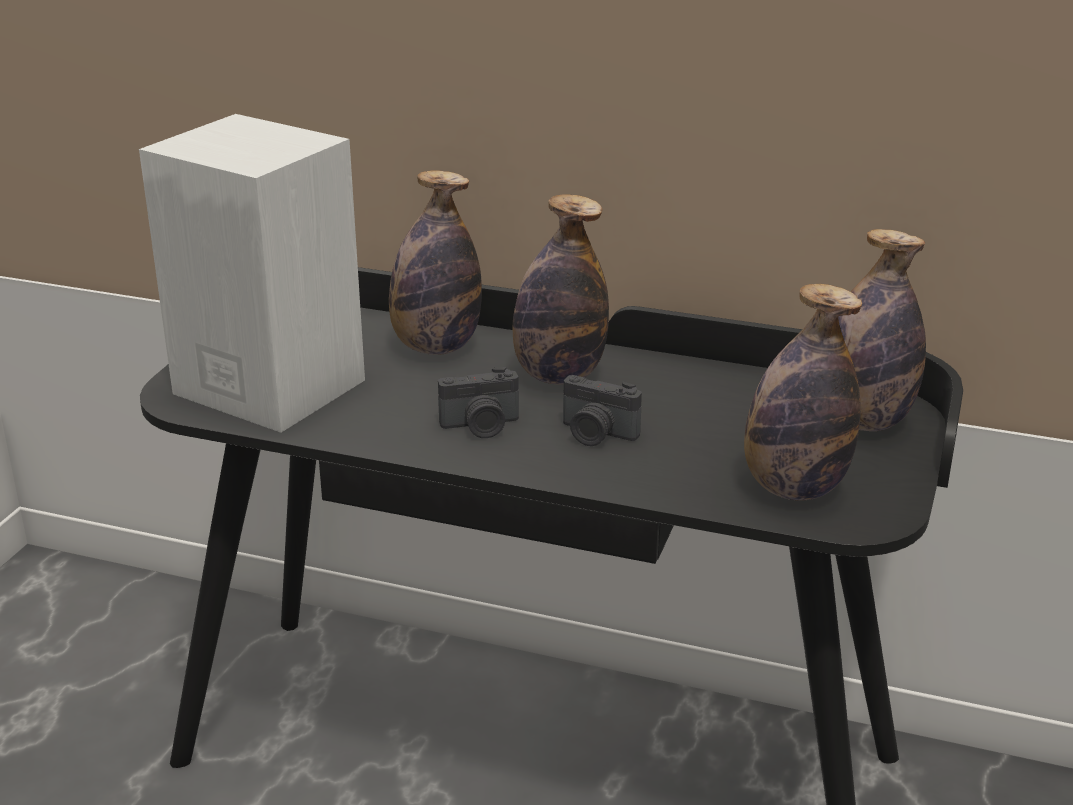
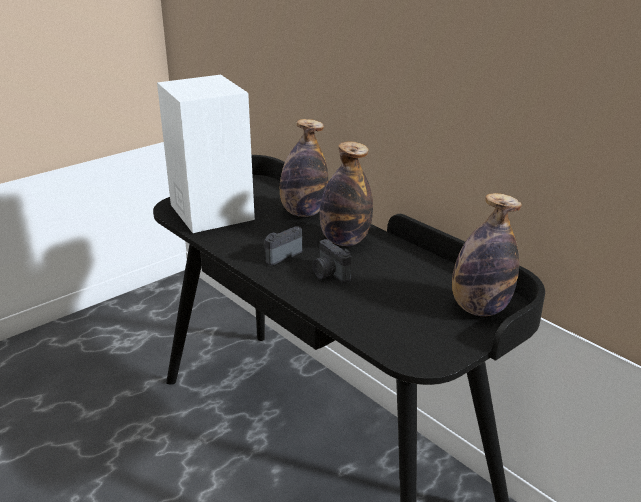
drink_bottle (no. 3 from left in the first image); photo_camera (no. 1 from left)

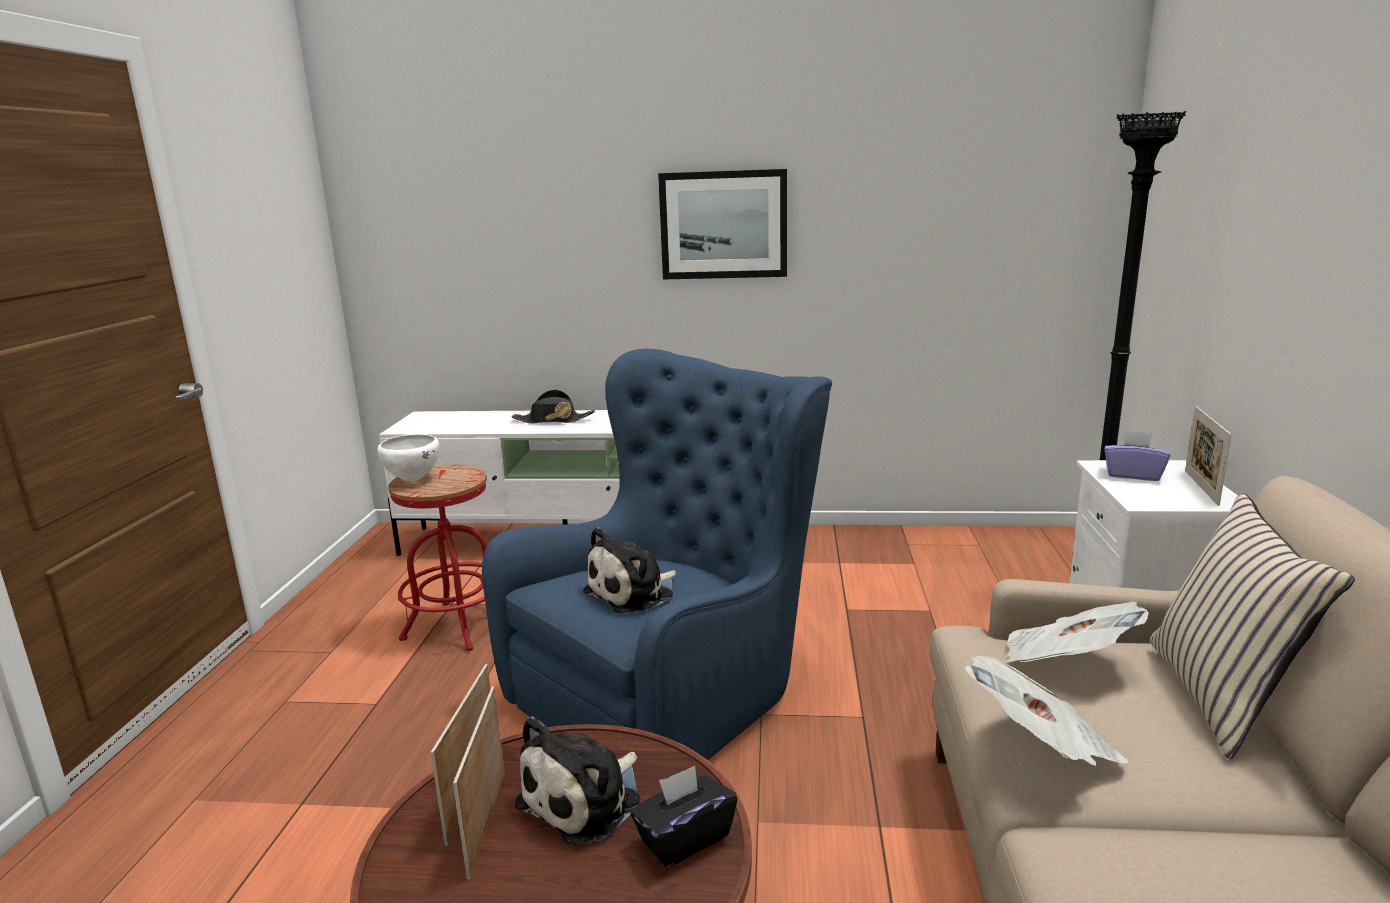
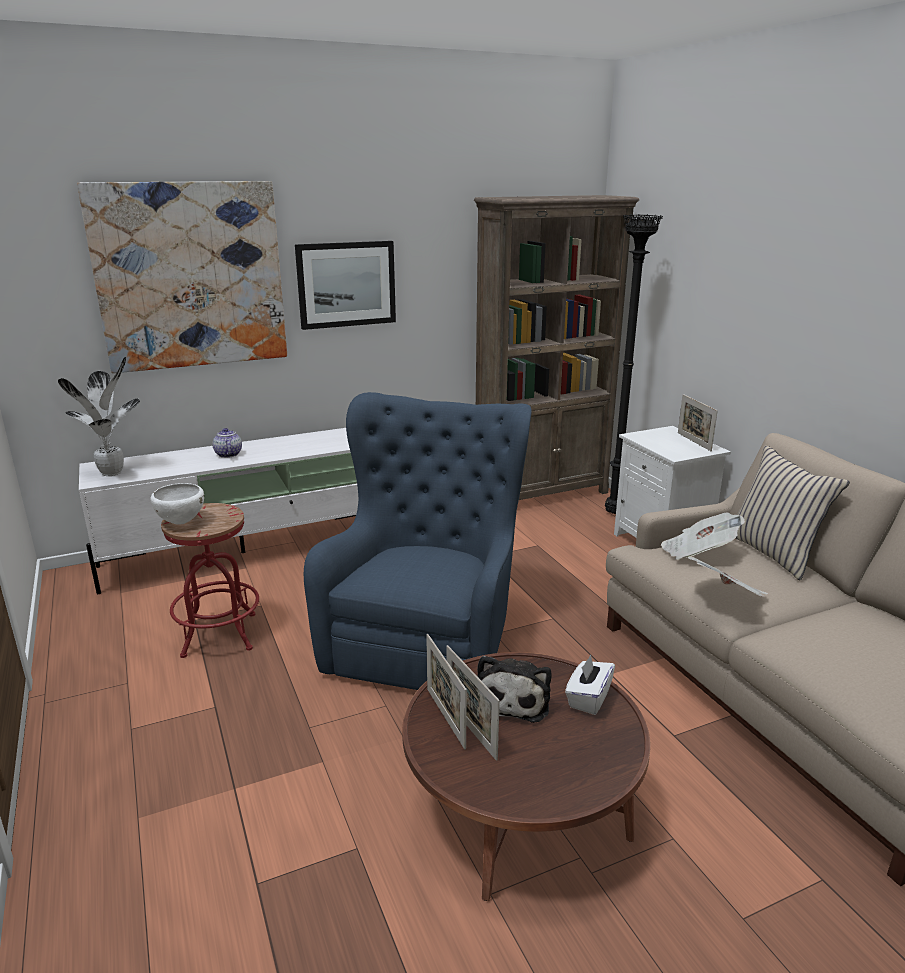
tea_pot; purple_tissue_holder; cuddly_toy (no. 2 from left in the first image); whitish_tissue_holder; picture (no. 1 from left); brown_bookshelf; plant_in_a_pot

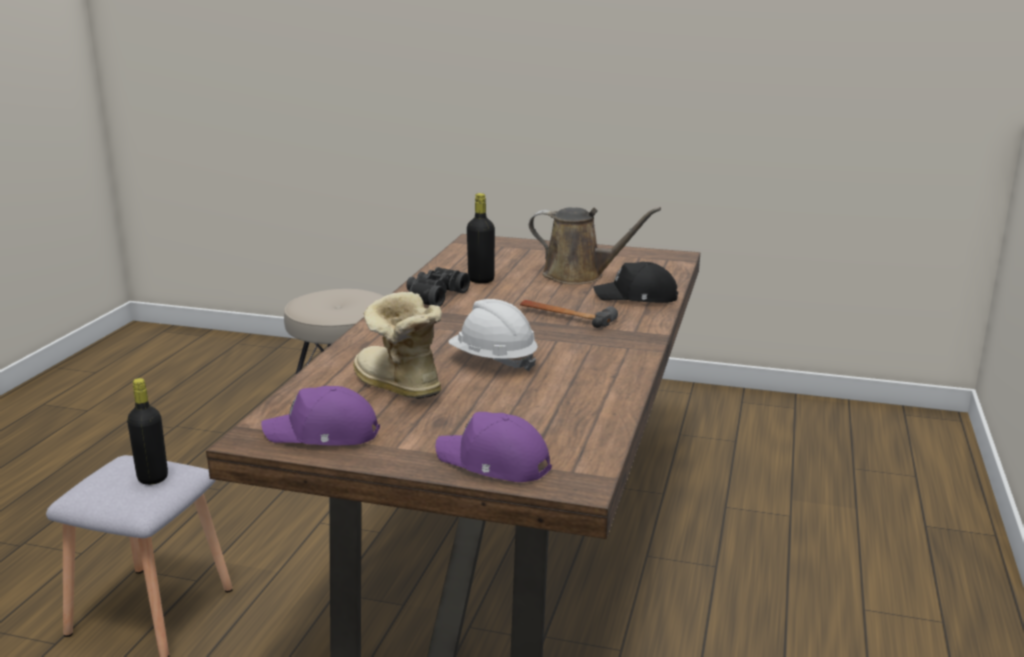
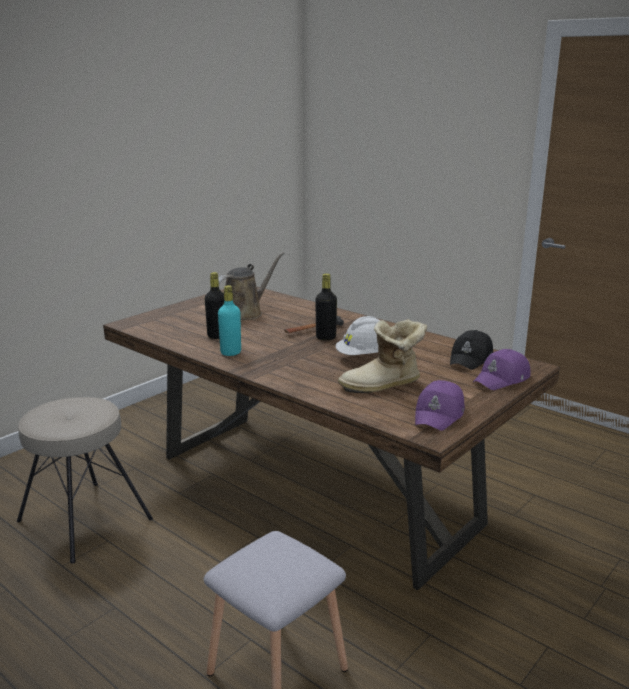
blackish_cap; blue-green_drink_bottle; blackish_drink_bottle (no. 2 from left)

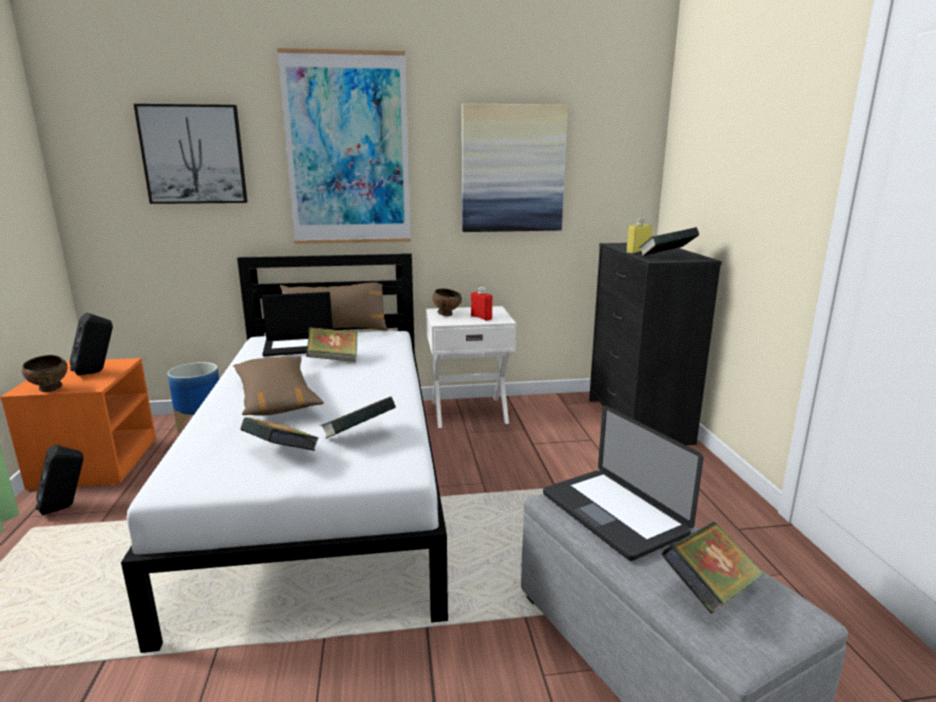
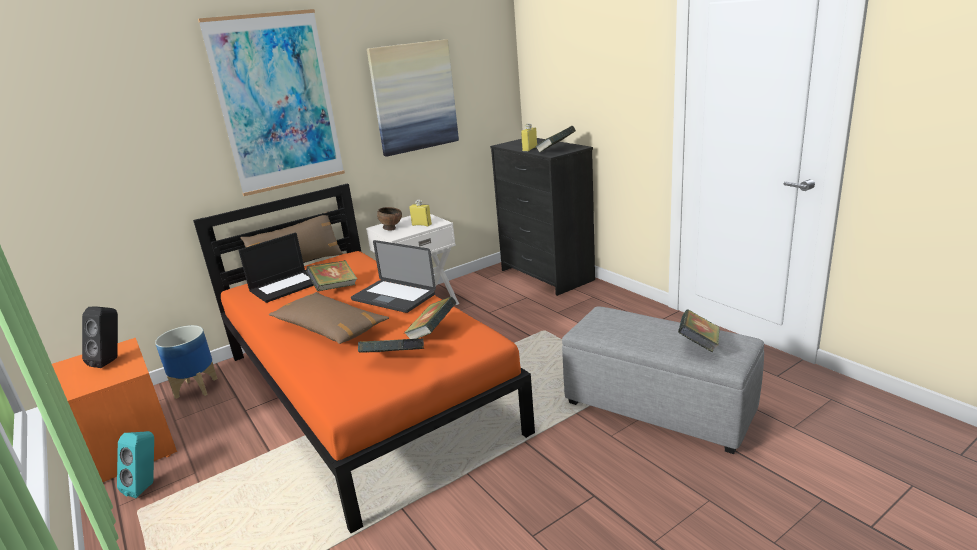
picture (no. 1 from left in the first image); orange_bedroom_bed; yellowish_drink_bottle (no. 1 from left); brown_deep_dish (no. 1 from left in the first image); notebook_computer (no. 2 from left); blue-green_loudspeaker

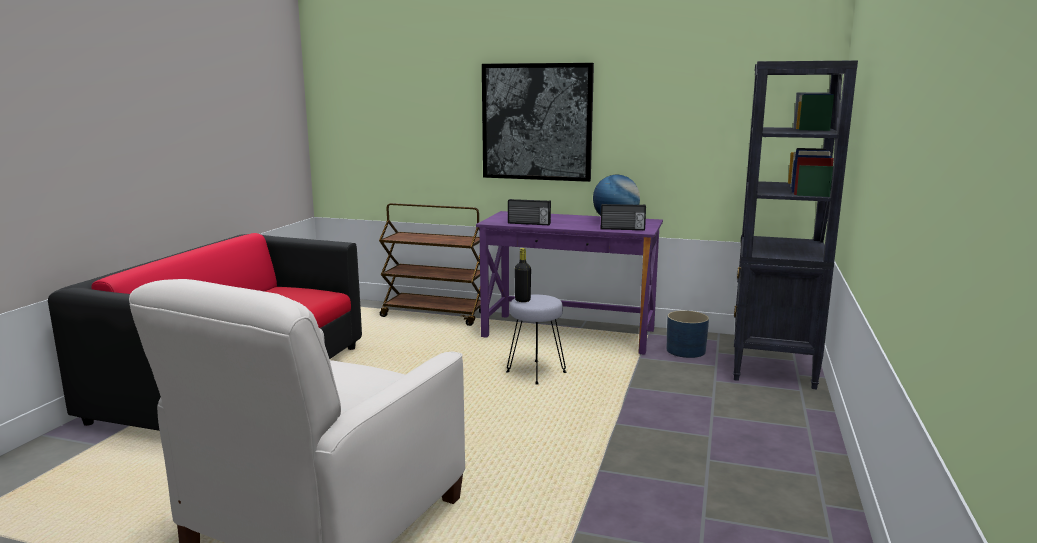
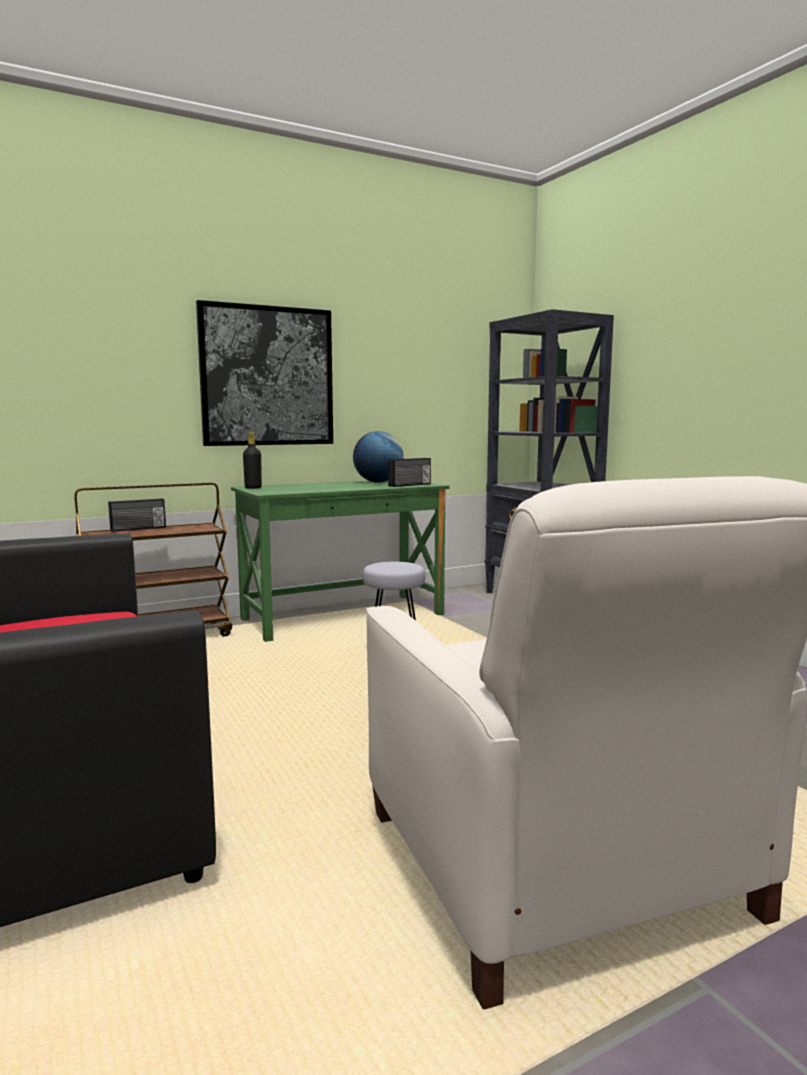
radio (no. 1 from left); greenish_desk; blackish_drink_bottle; blue_plant_pot

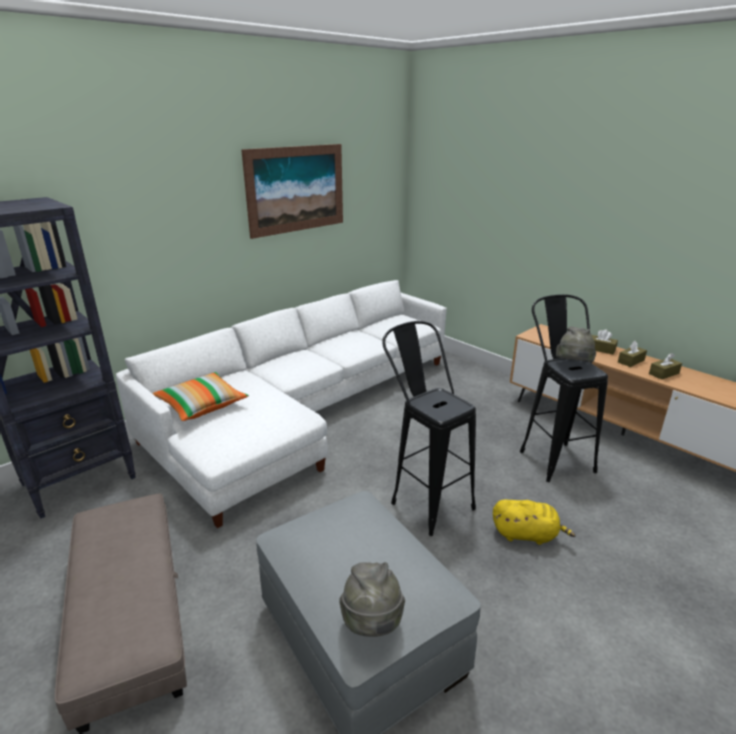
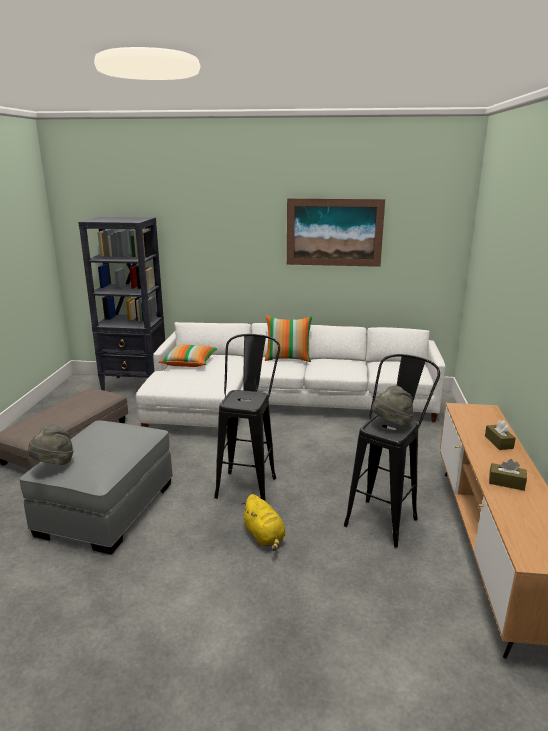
brown_tissue_holder (no. 2 from left in the first image); throw_pillow (no. 2 from left)

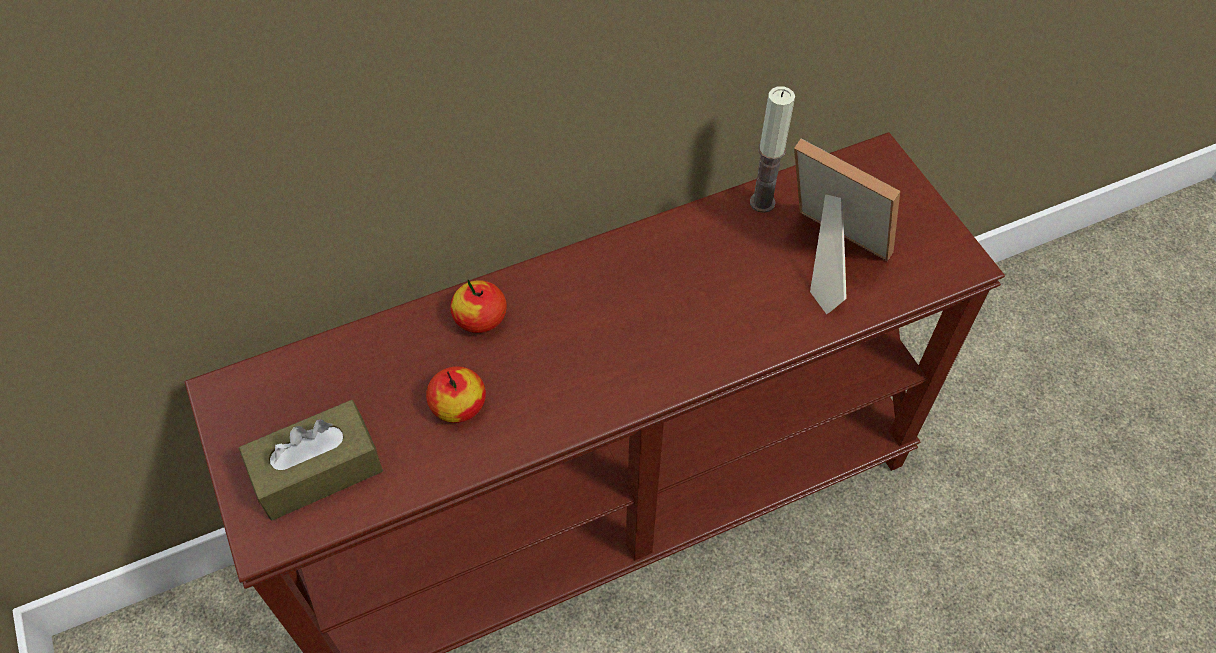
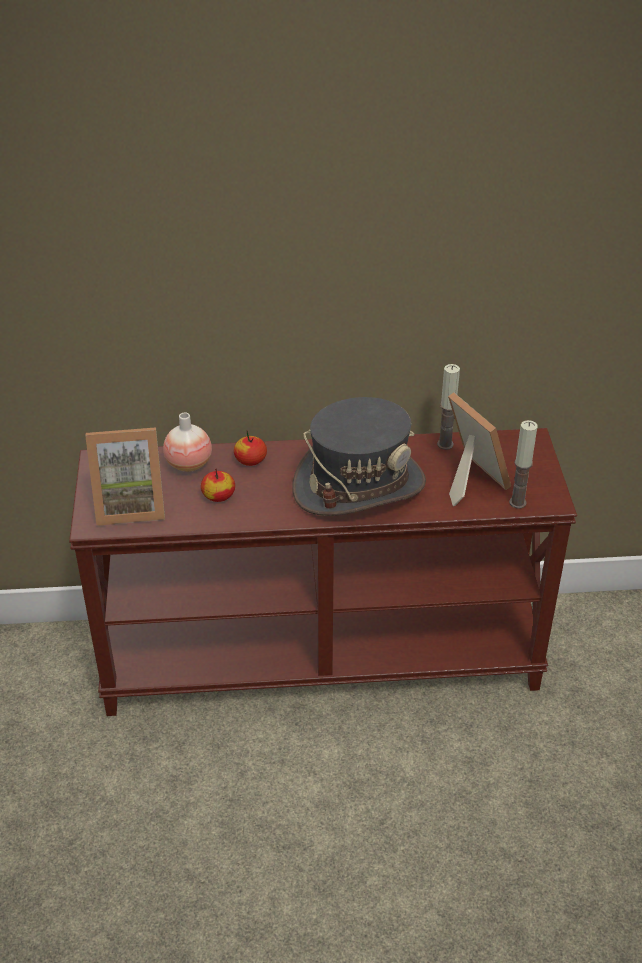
picture_frame (no. 1 from left); grey_clothing_hat; flower_vase; wax_candle (no. 2 from left)

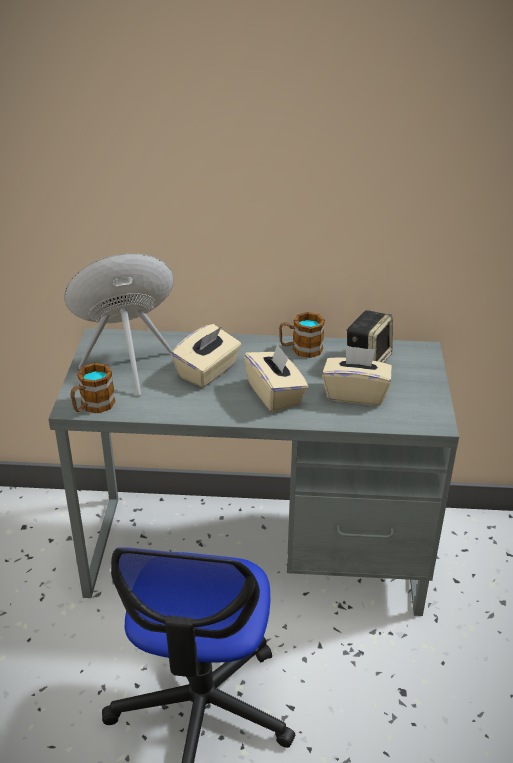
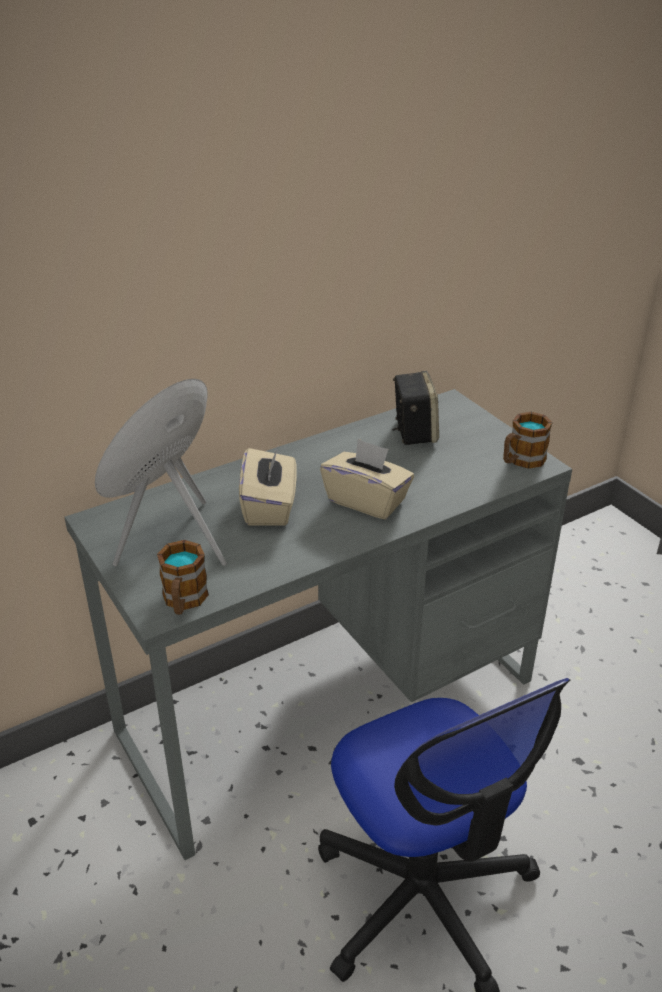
coffee_mug (no. 2 from left); beige-coloured_tissue_holder (no. 3 from left in the first image)

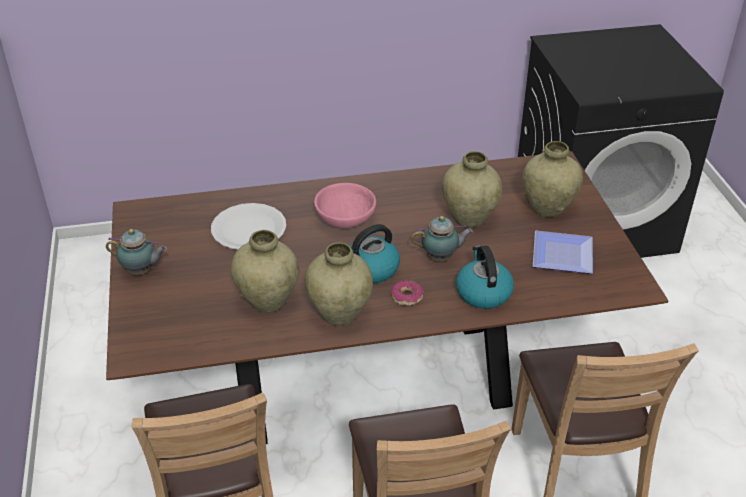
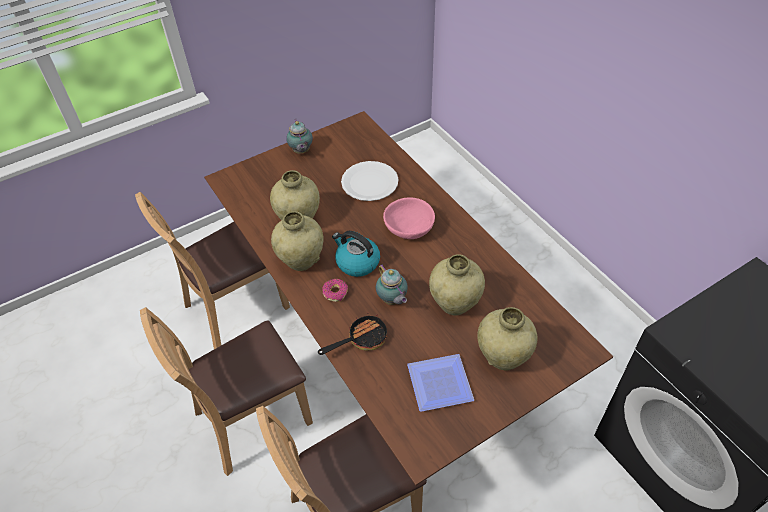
pan

